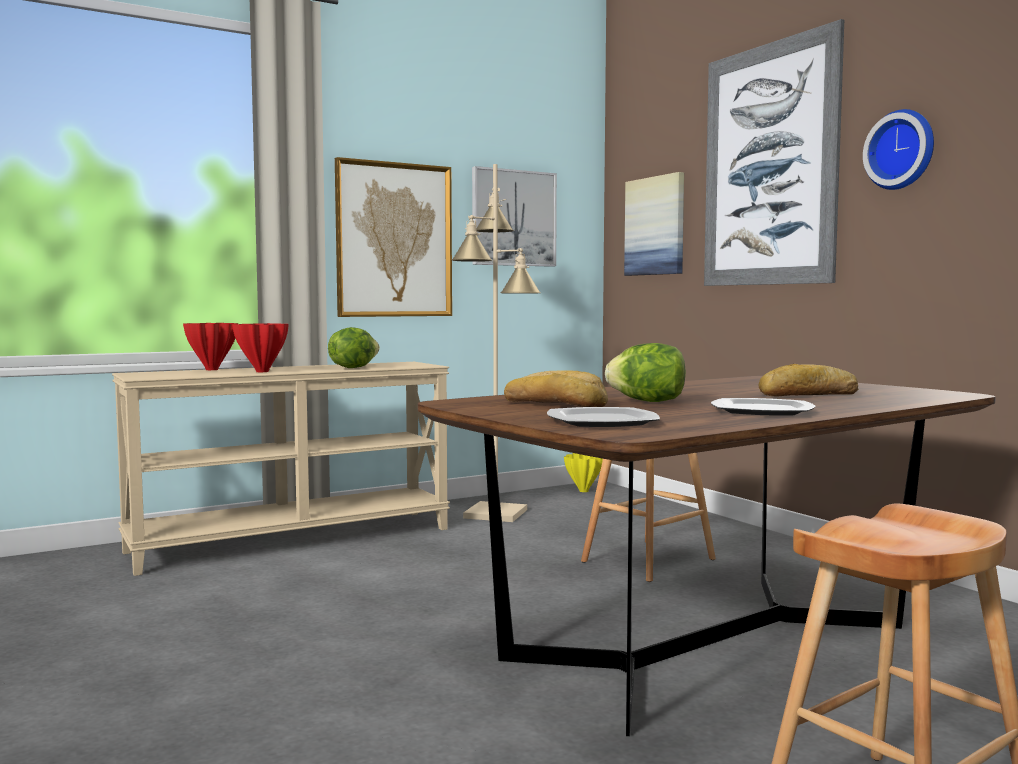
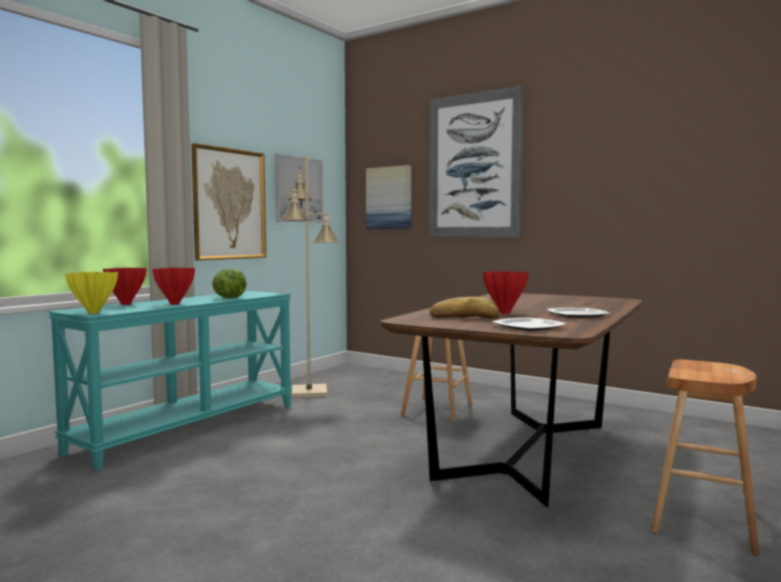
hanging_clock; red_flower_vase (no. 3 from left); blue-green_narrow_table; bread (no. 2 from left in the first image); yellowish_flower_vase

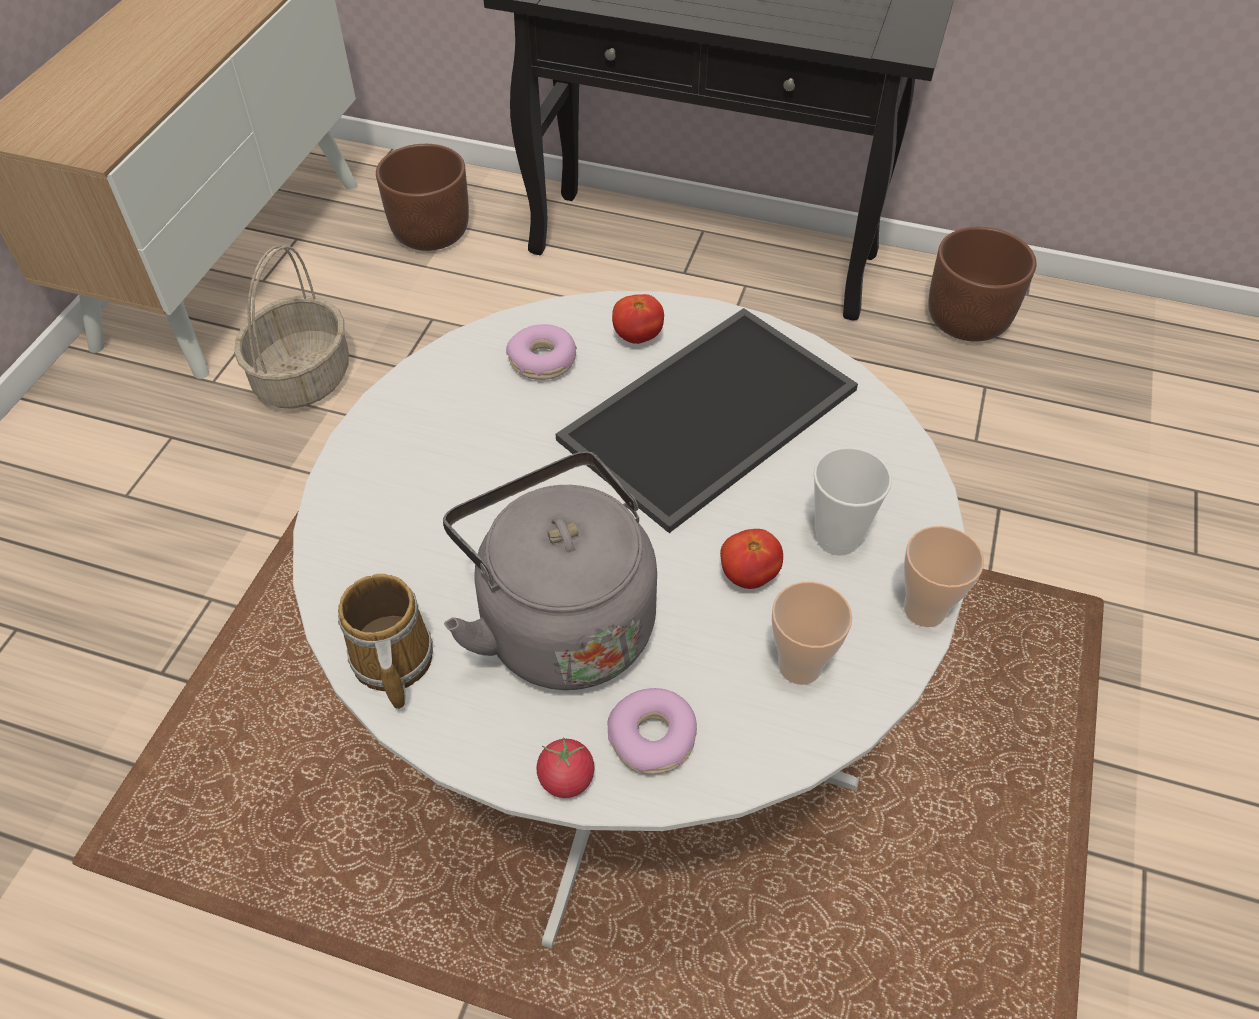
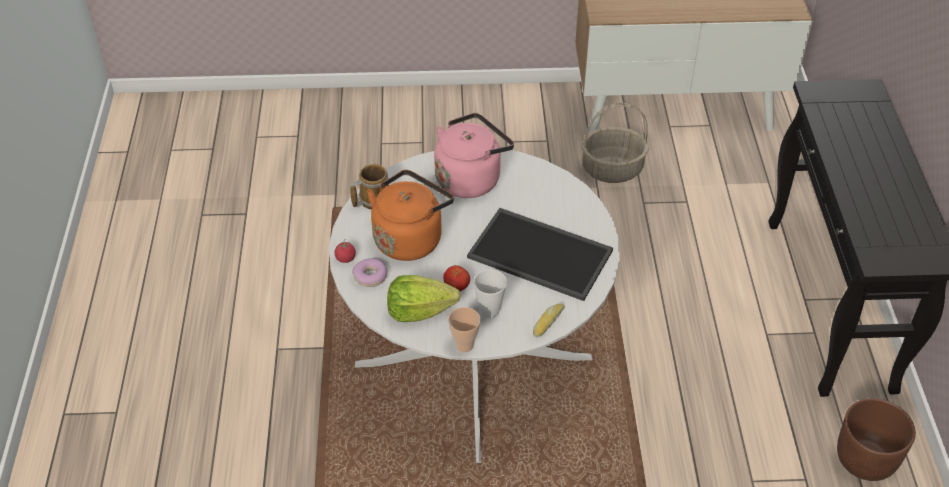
brown_plant_pot (no. 1 from left in the first image); fresh_tomato (no. 2 from left in the first image); doughnut (no. 1 from left in the first image); orange_water_kettle; lettuce_head; pink-coloured_water_kettle; bread

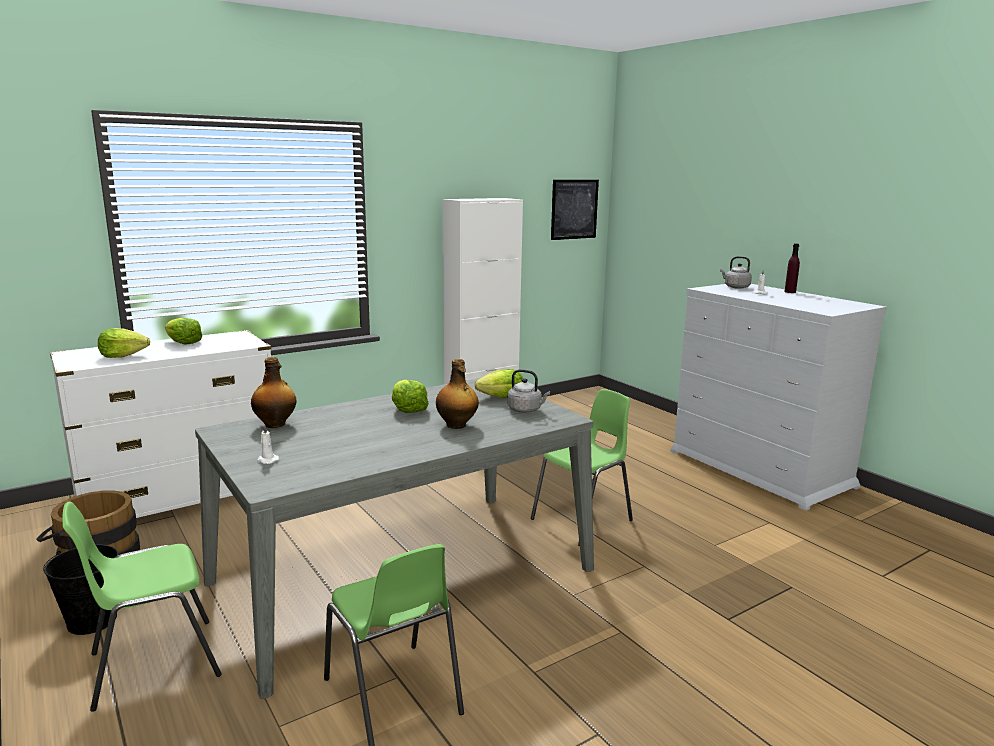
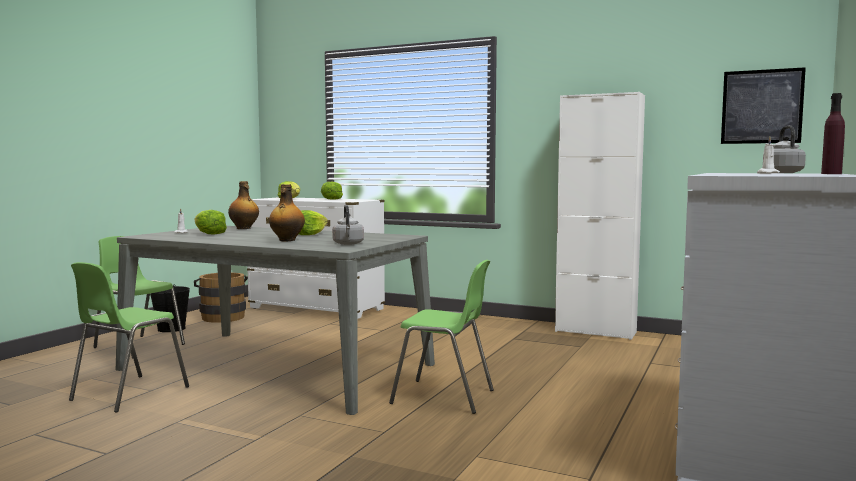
lettuce_head (no. 1 from left)

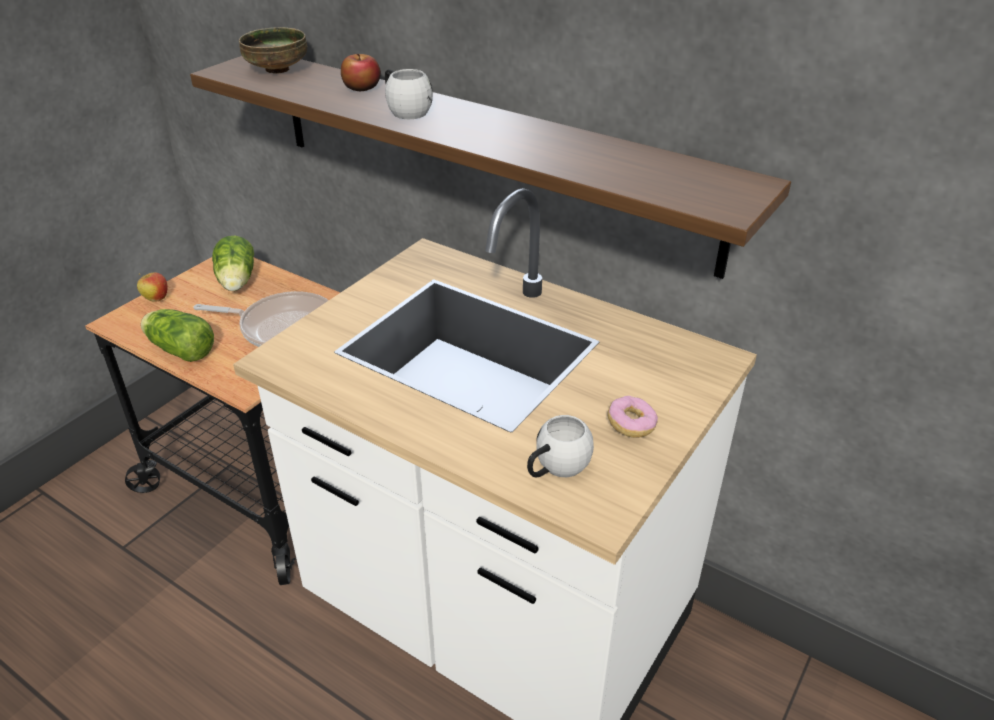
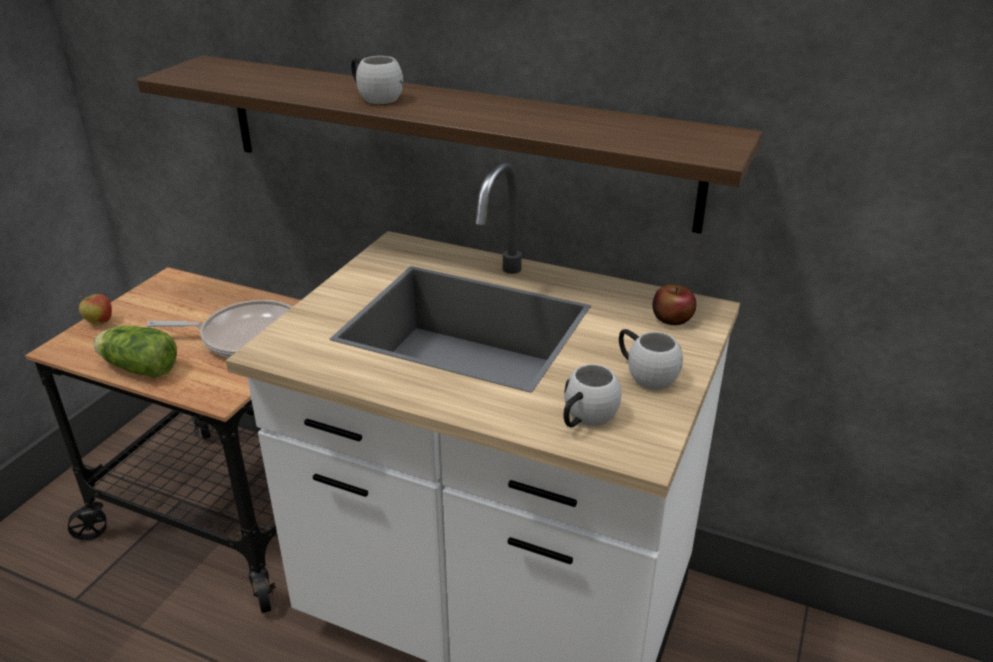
deep_dish; whole_apple (no. 2 from left); lettuce_head (no. 2 from left in the first image); whitish_coffee_mug (no. 3 from left)

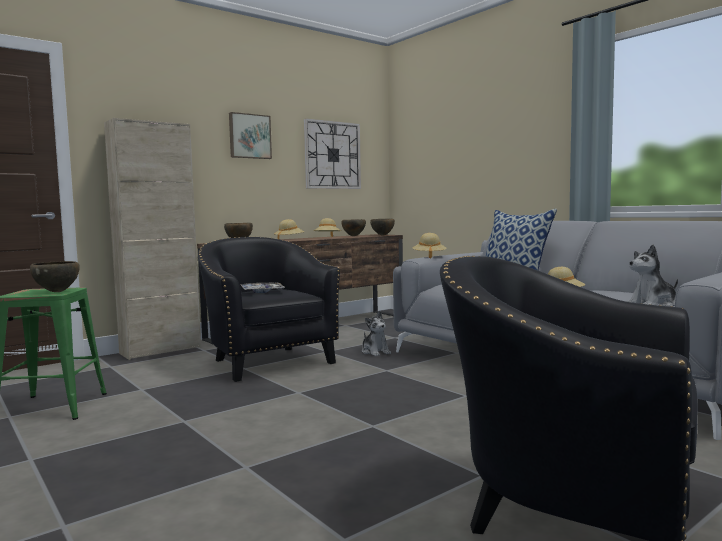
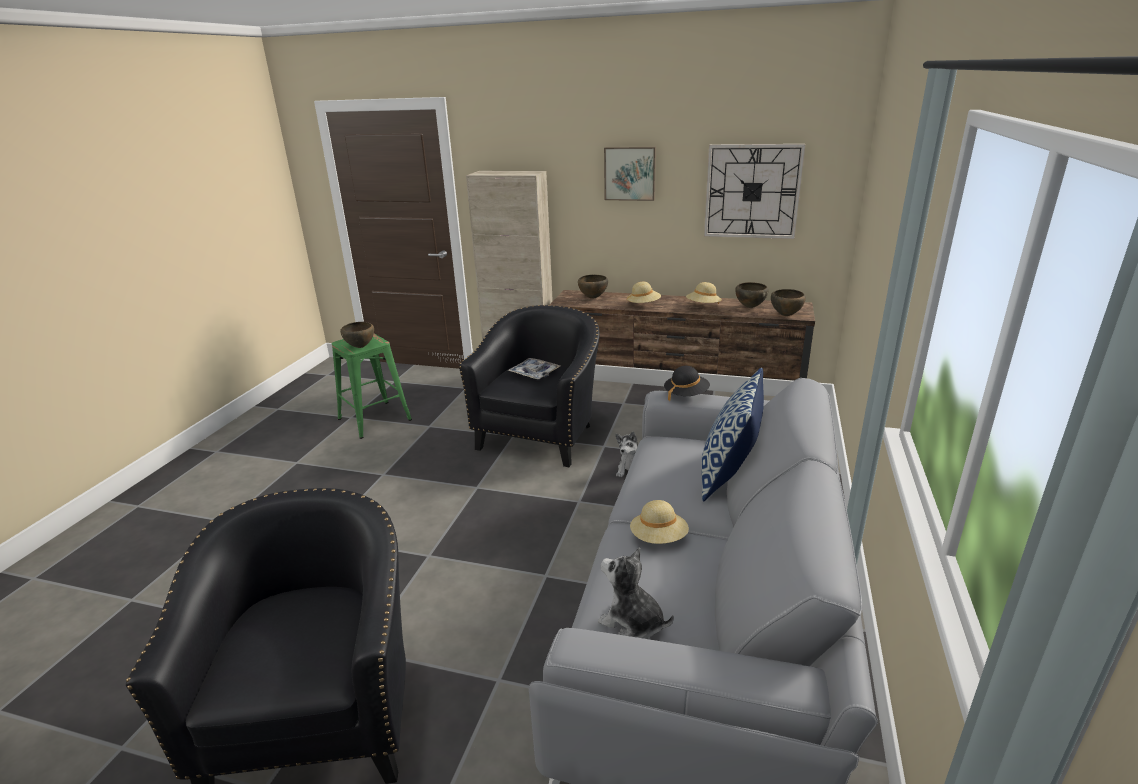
blackish_clothing_hat

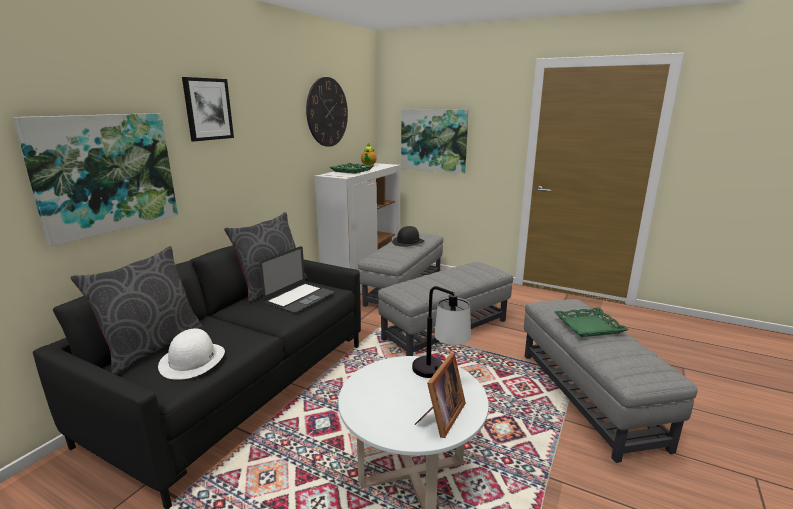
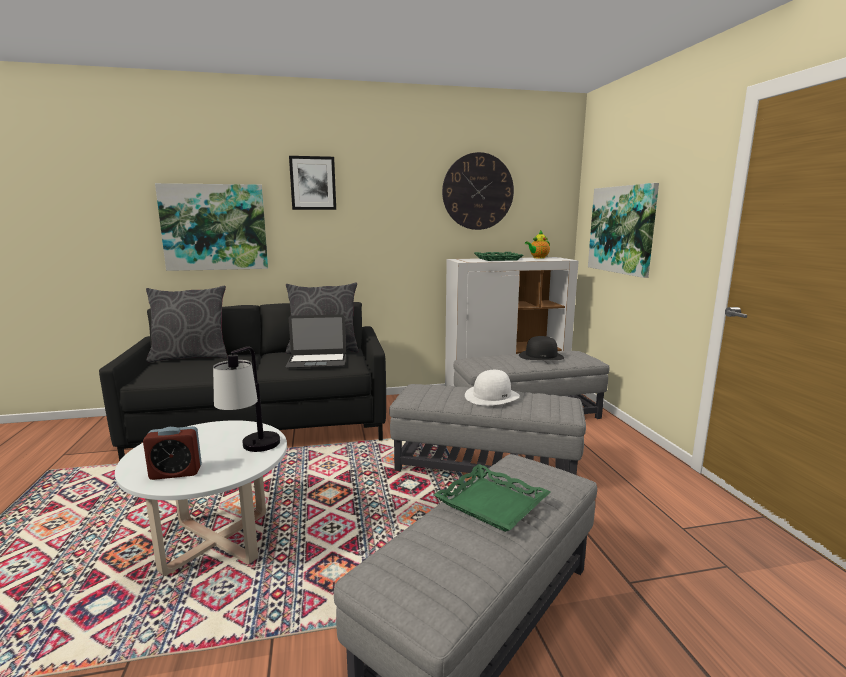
whitish_clothing_hat; alarm_clock

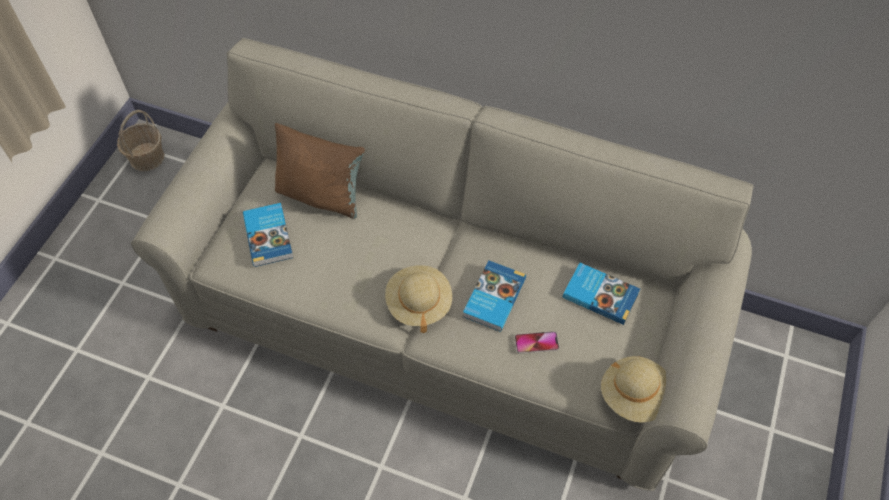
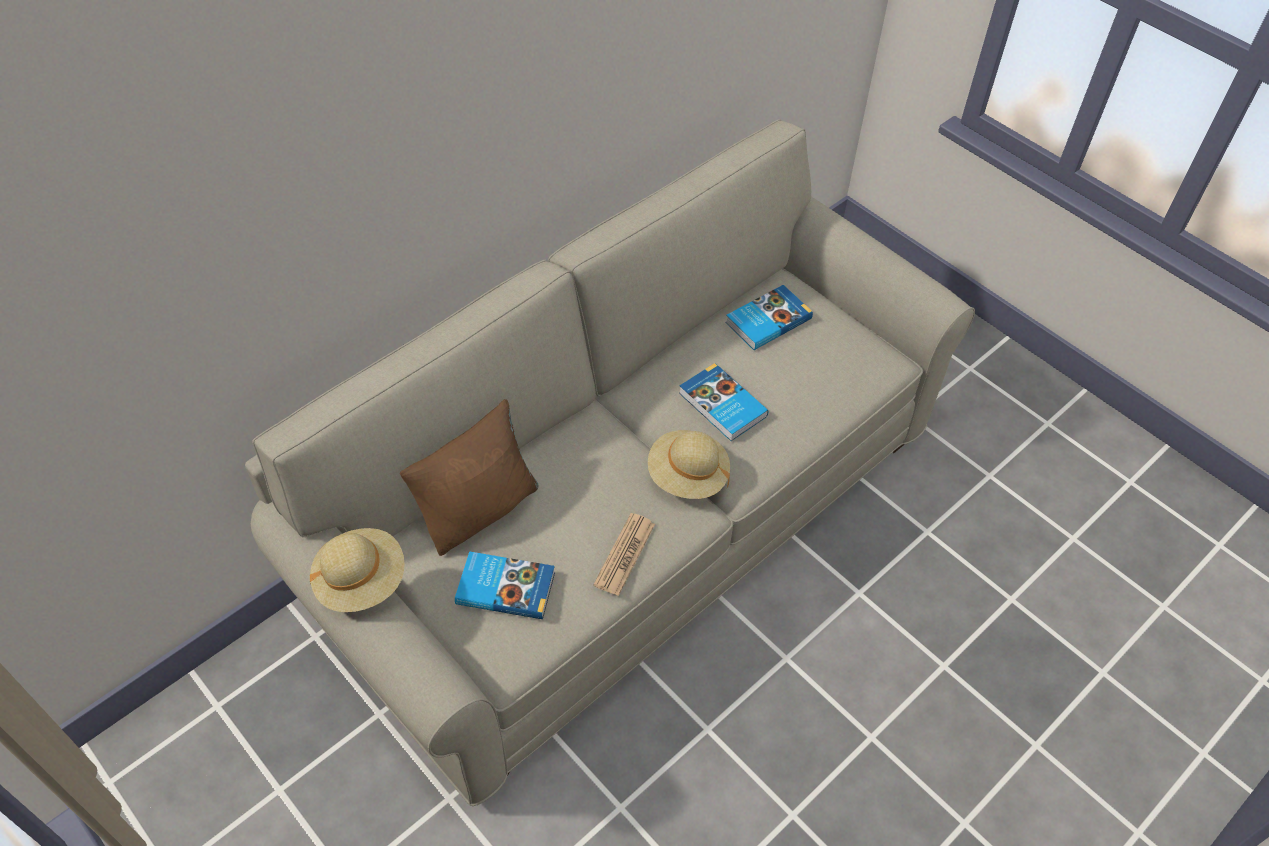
household_basket; phone; beige-coloured_clothing_hat (no. 1 from left); newspaper

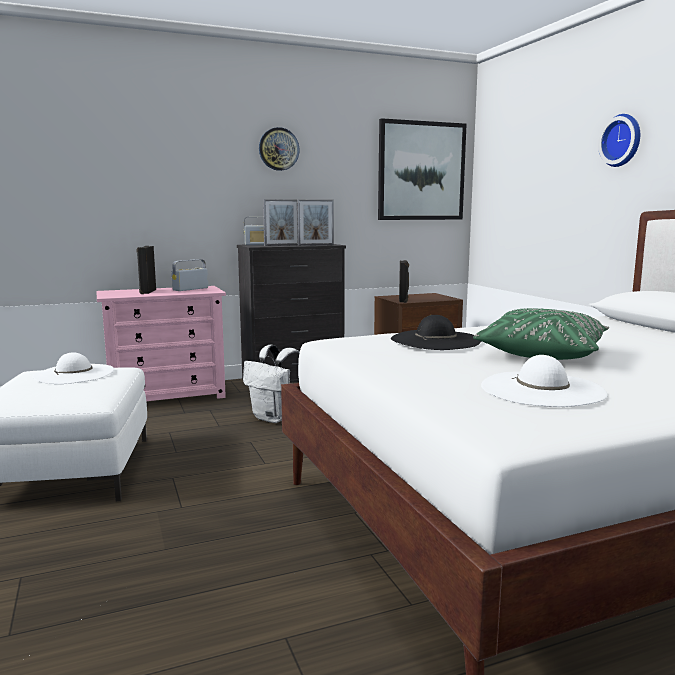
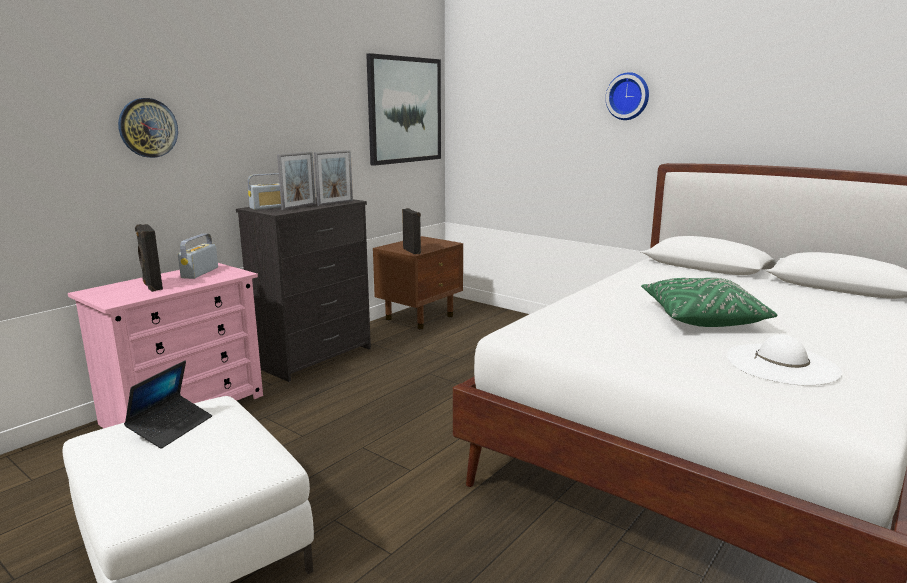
hanging_clock (no. 1 from left); blackish_clothing_hat; whitish_backpack; notebook_computer

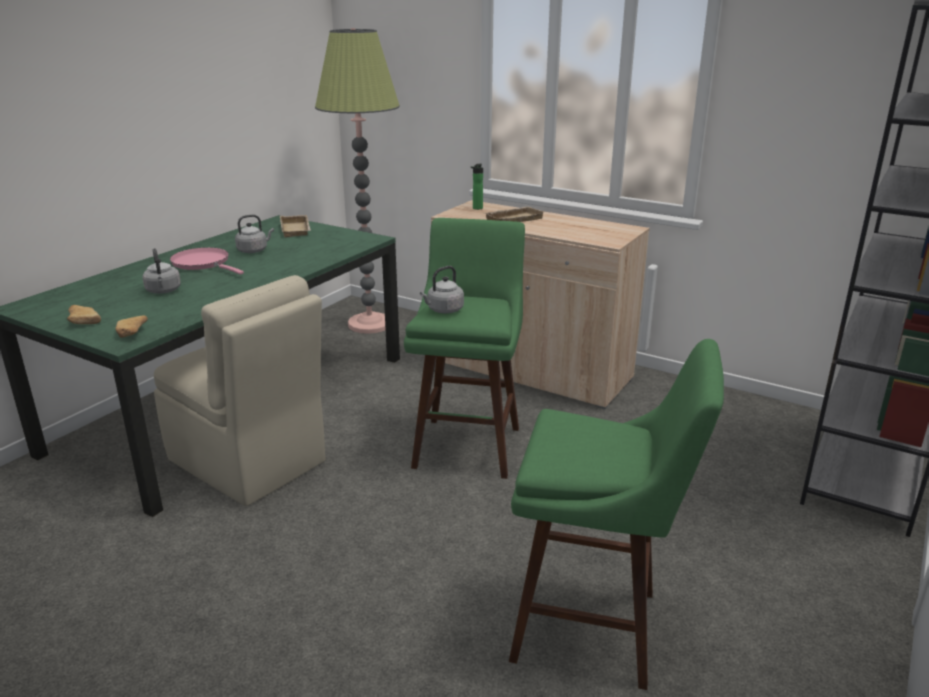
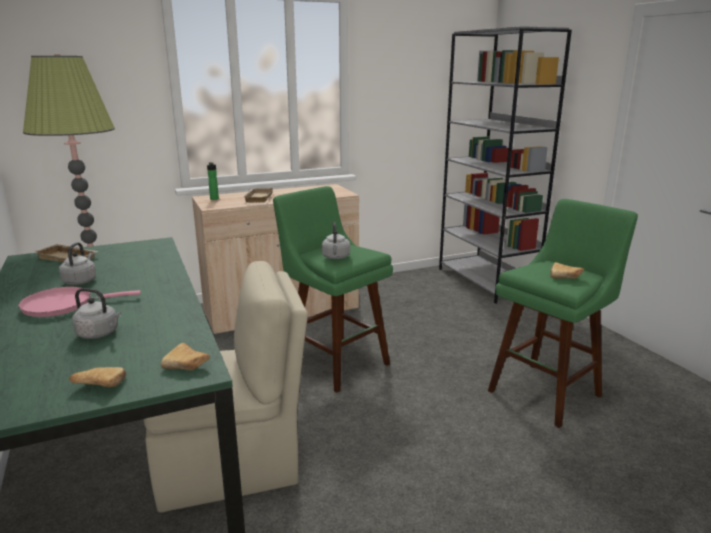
bread (no. 3 from left)

